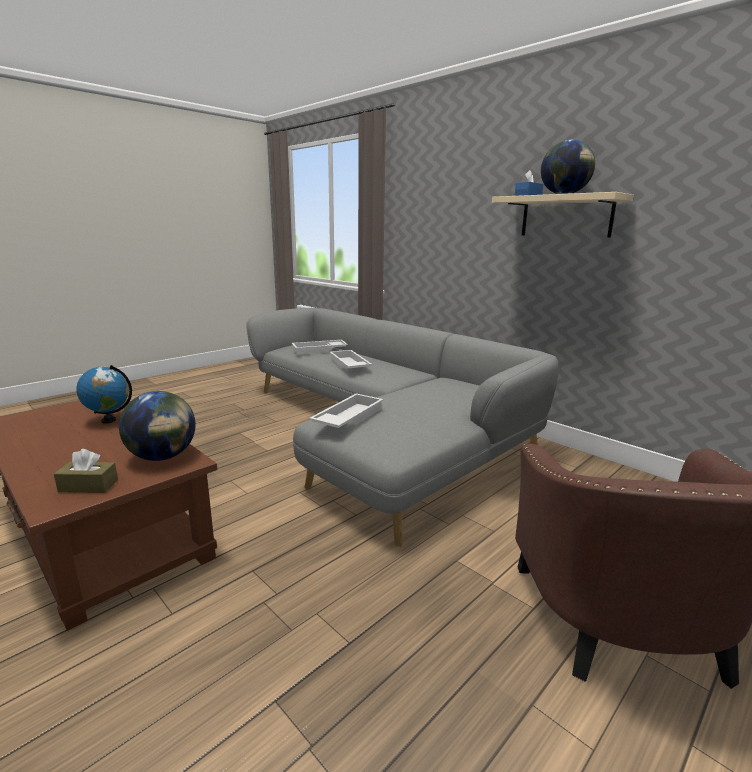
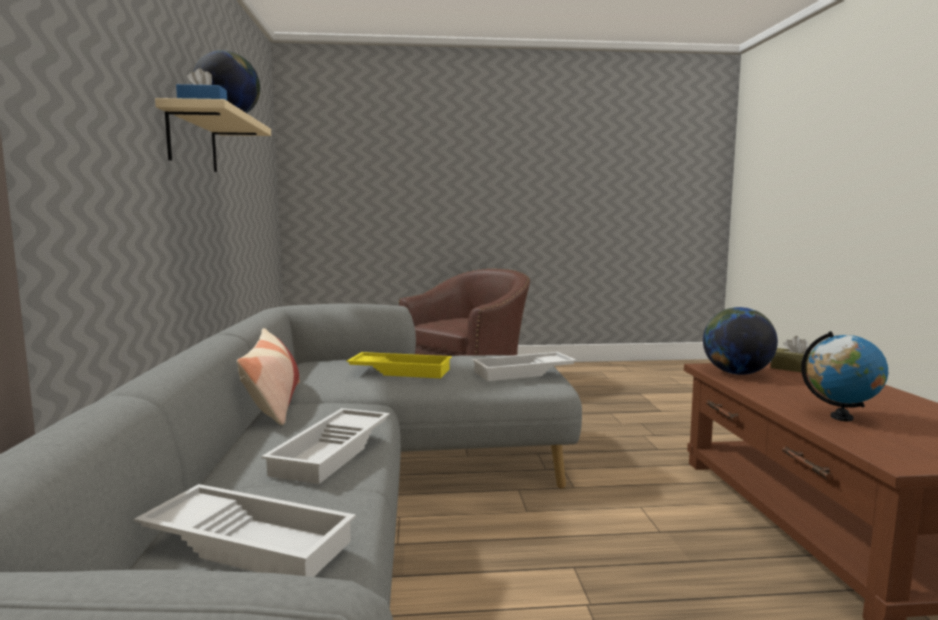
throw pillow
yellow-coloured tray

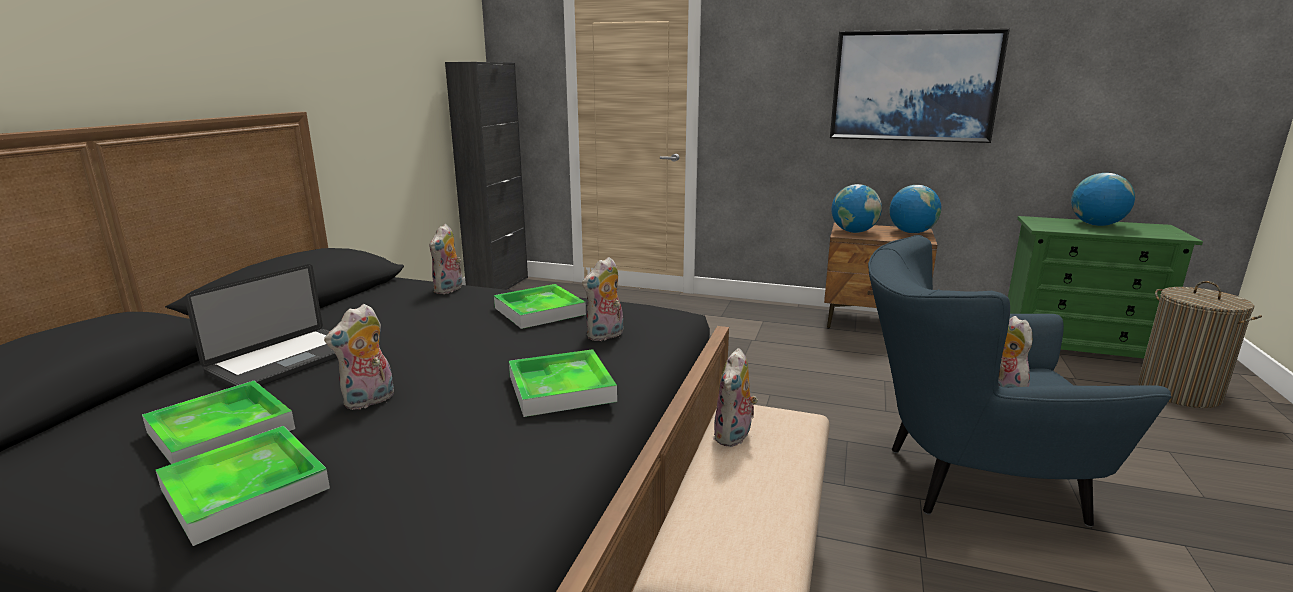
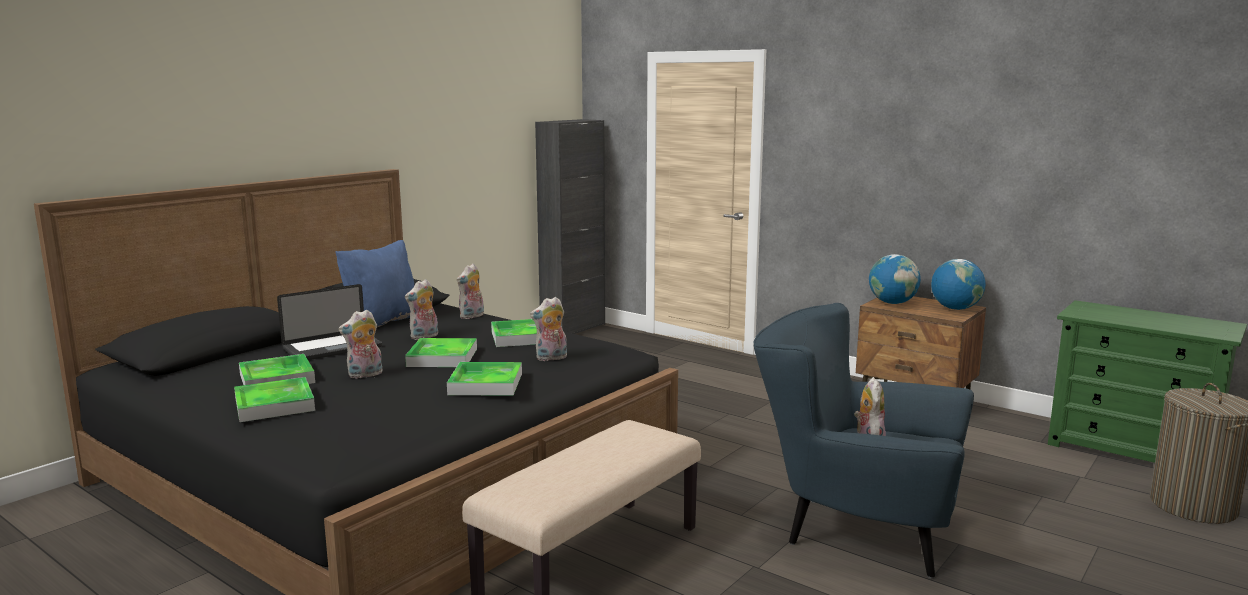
wall picture
desk globe (no. 3 from left in the first image)
bluish throw pillow
tray (no. 3 from left)
soft toy (no. 2 from left)

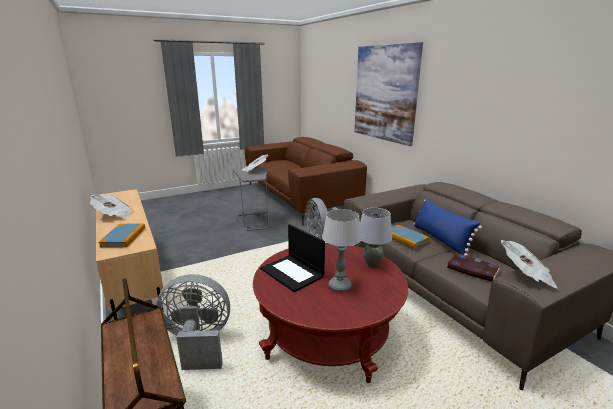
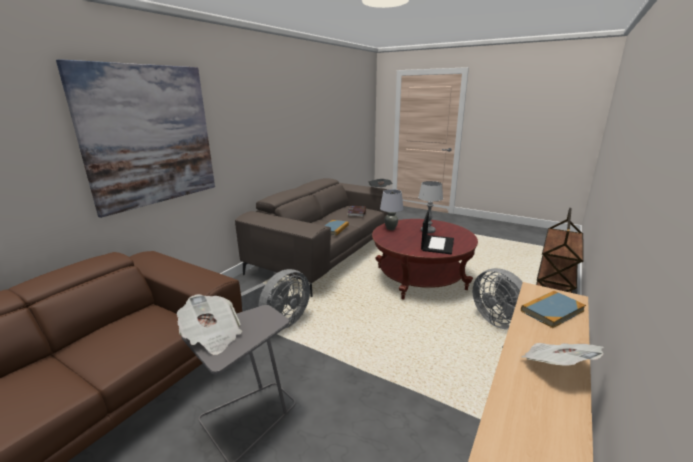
bluish throw pillow

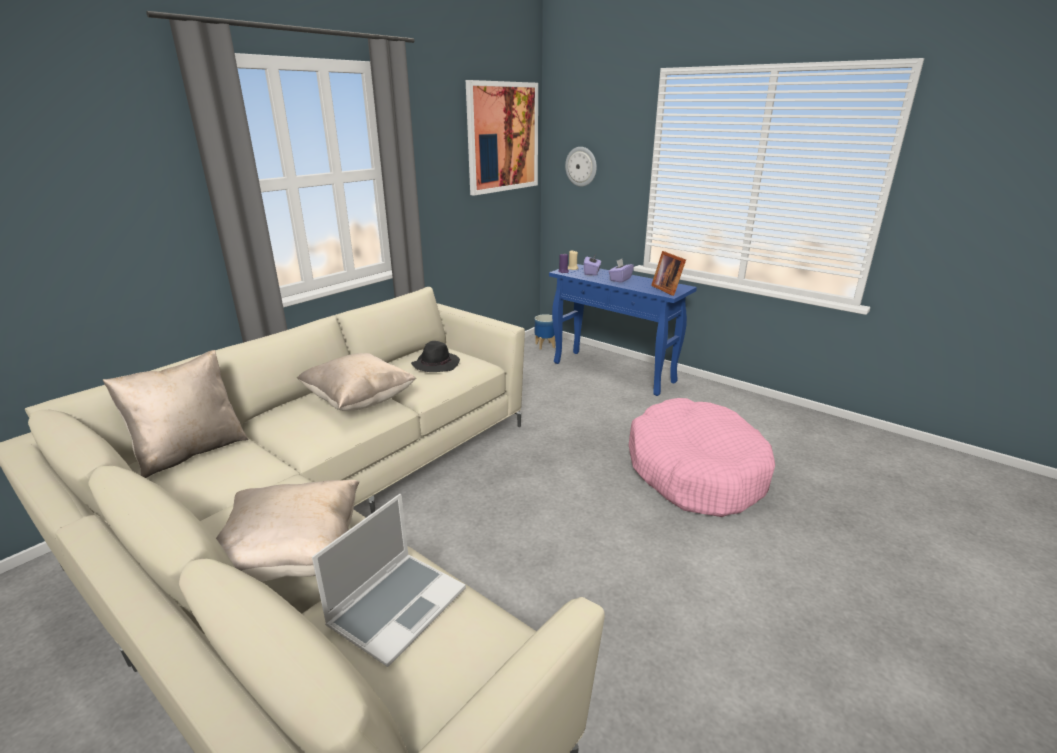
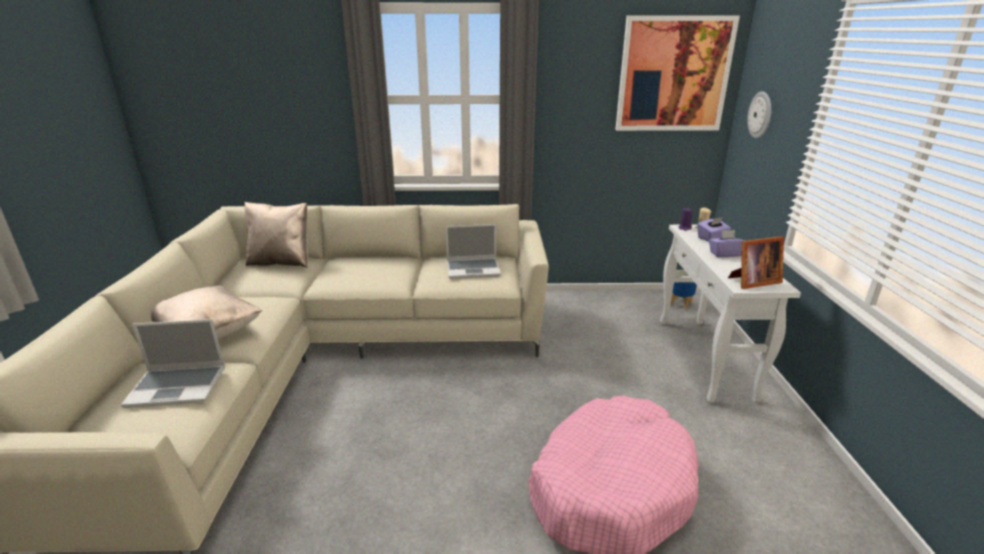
sand-coloured throw pillow (no. 3 from left in the first image)
notebook computer (no. 2 from left)
white-coloured console table
picture frame

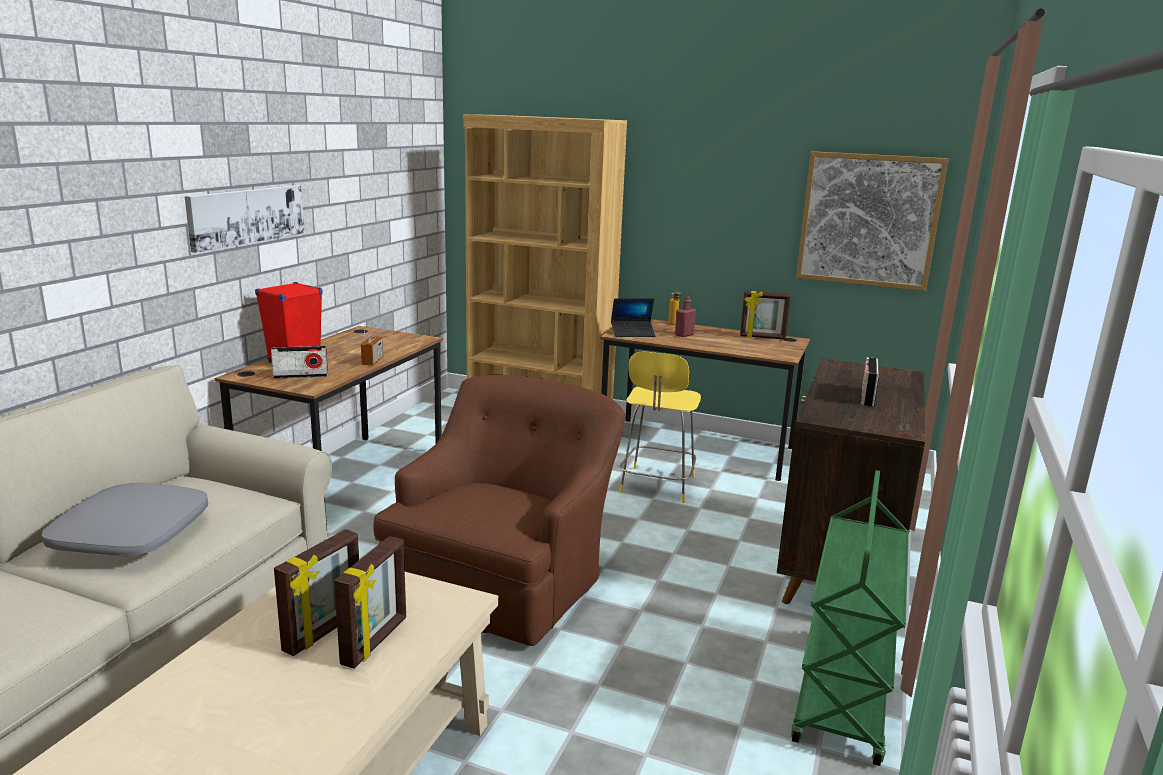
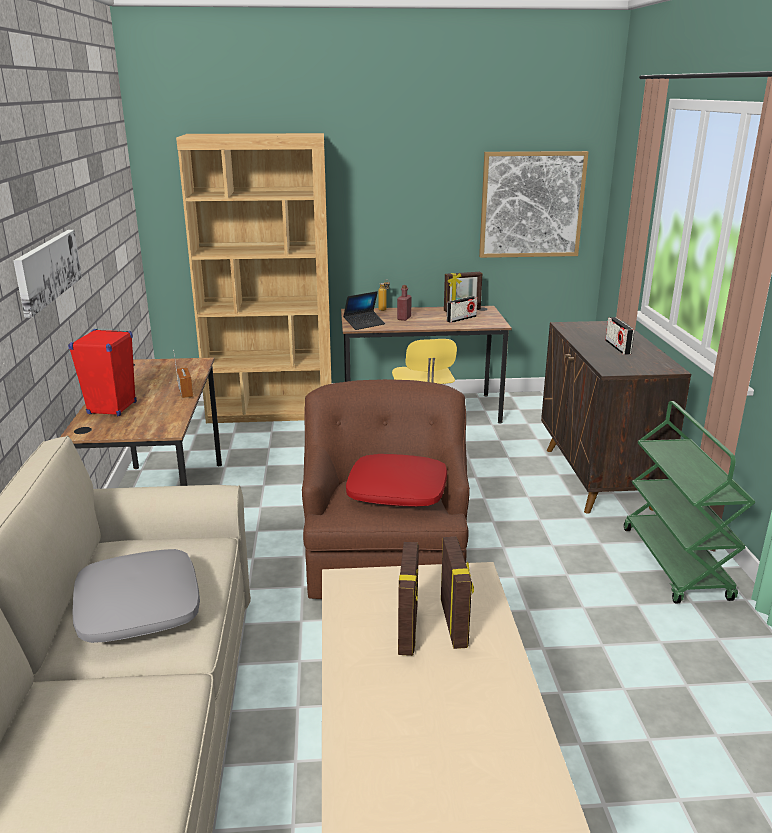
red throw pillow
radio set (no. 2 from left)

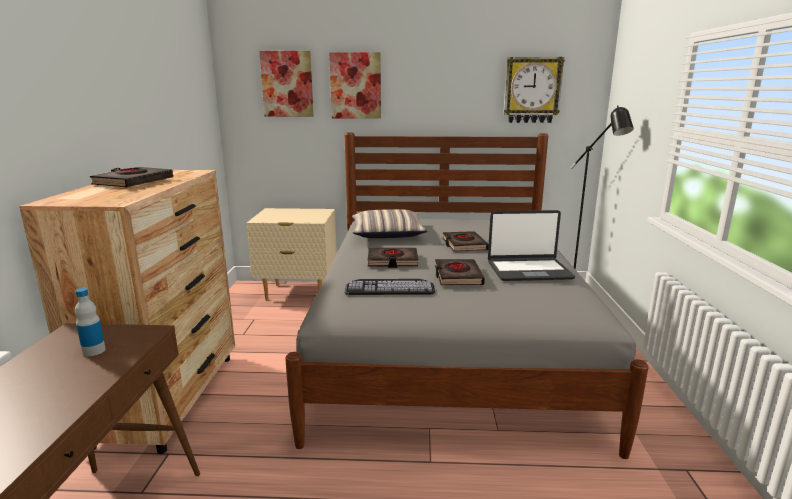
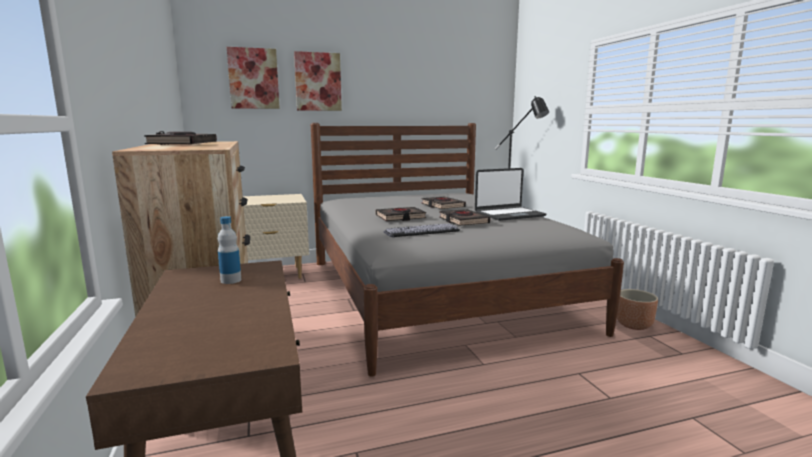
throw pillow
hanging clock
brown flower pot

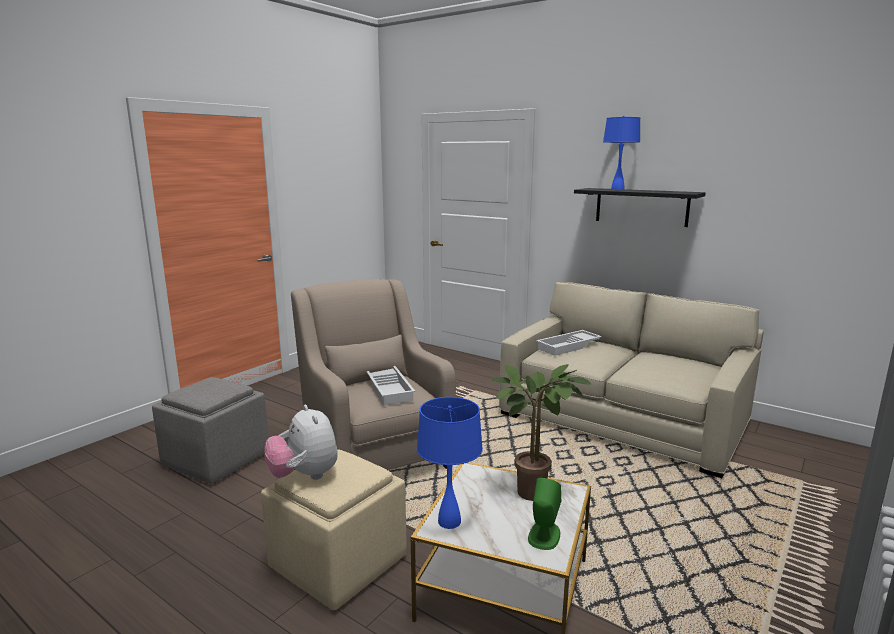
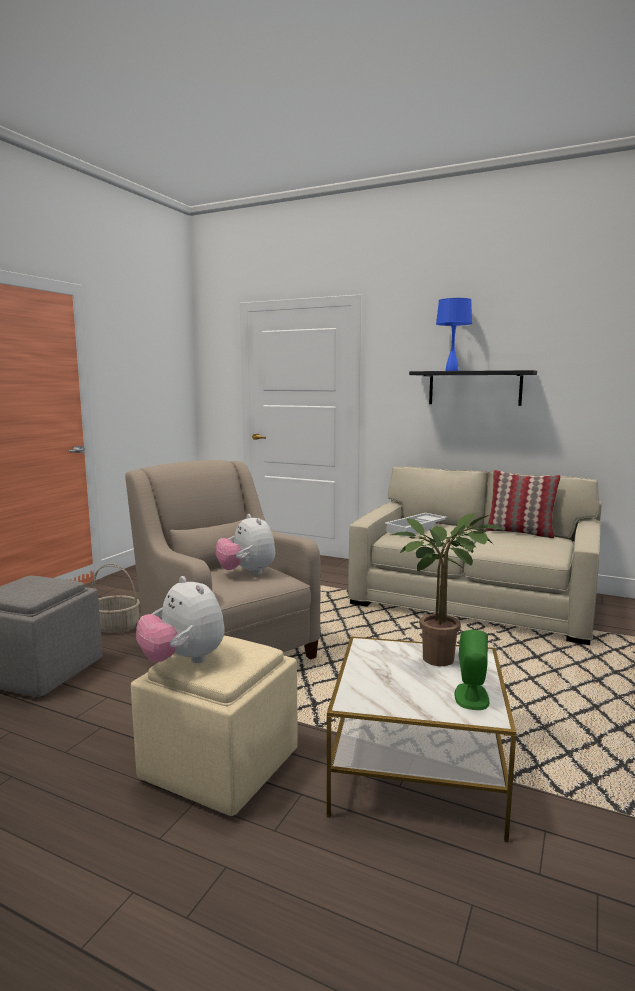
bluish tabletop lamp (no. 1 from left in the first image)
basket
throw pillow
soft toy (no. 2 from left)

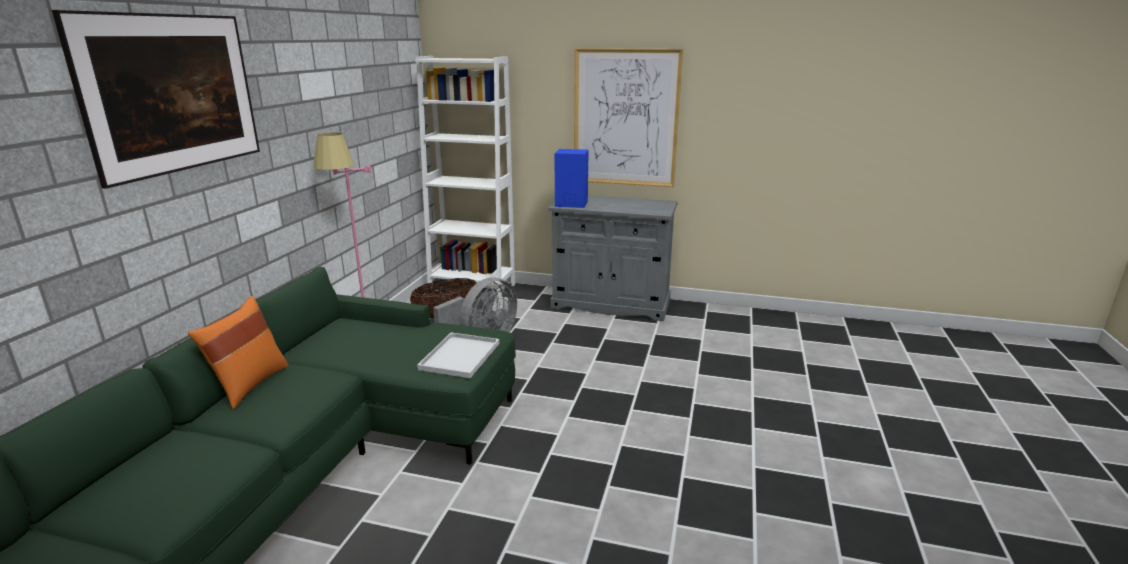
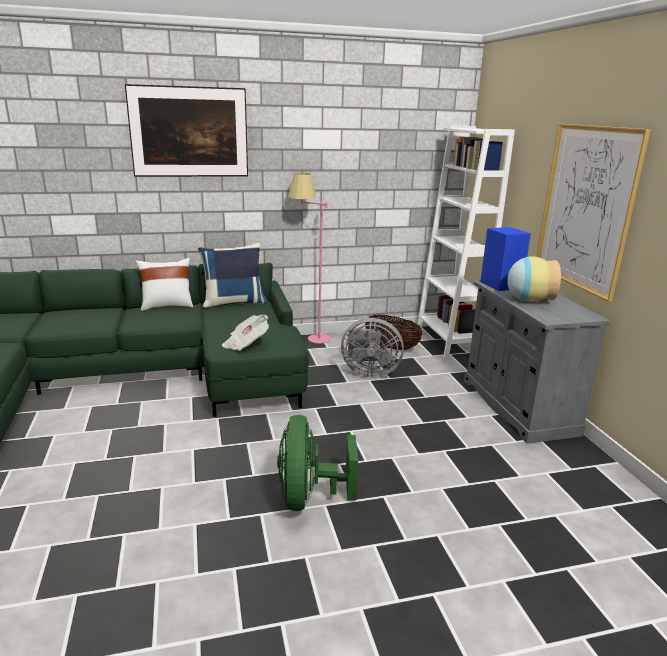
bluish throw pillow
green-coloured electric fan
vase
newspaper
white-coloured throw pillow

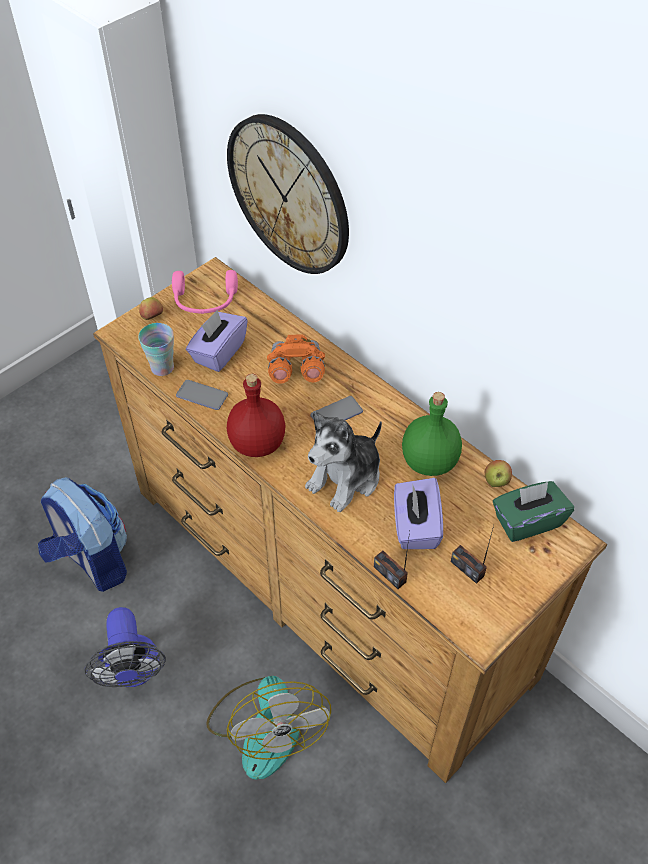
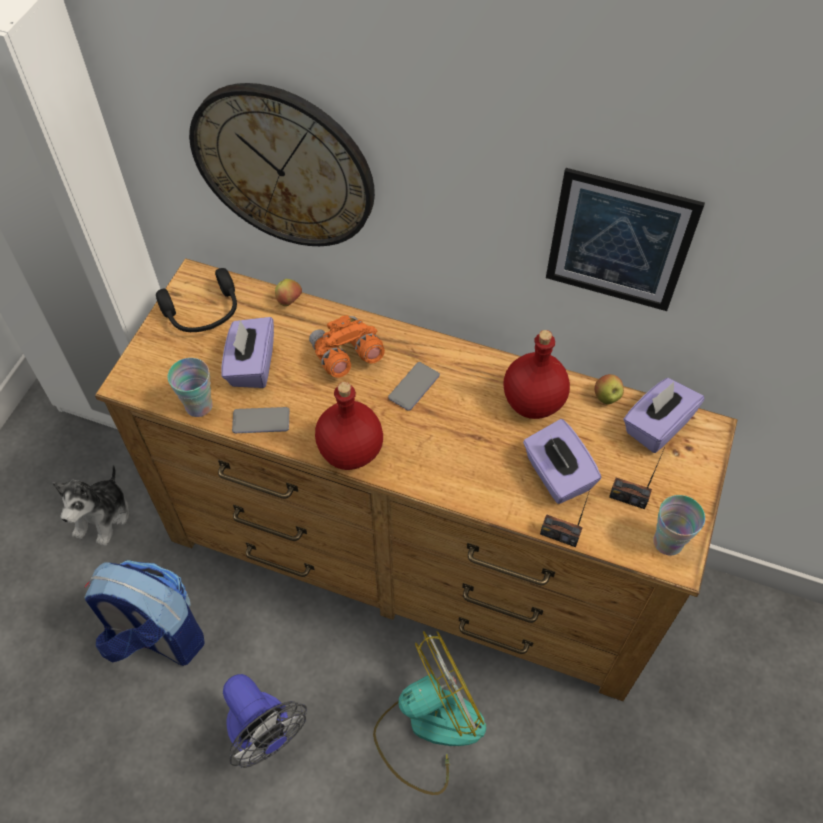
wall picture
drinking cup (no. 2 from left)
apple fruit (no. 1 from left)
soft toy
black headset
red beverage bottle (no. 2 from left)
purple-coloured tissue box (no. 3 from left)
electric fan (no. 2 from left)

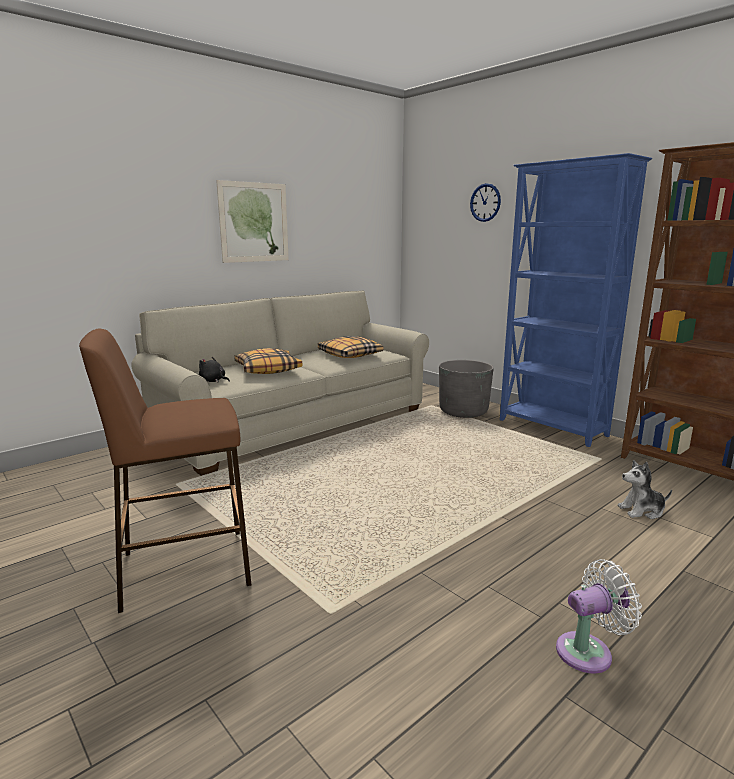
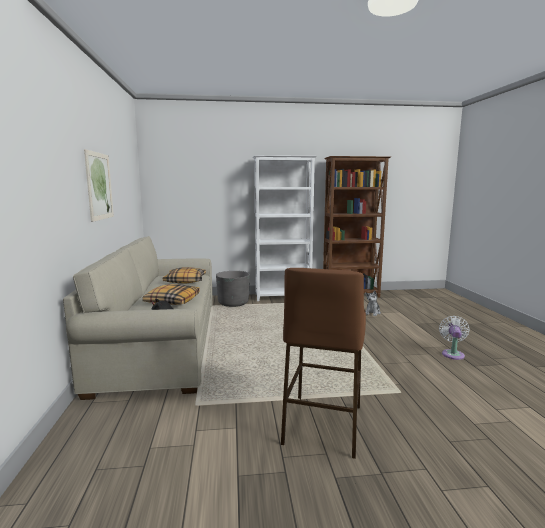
hanging clock
white-coloured shelving unit

